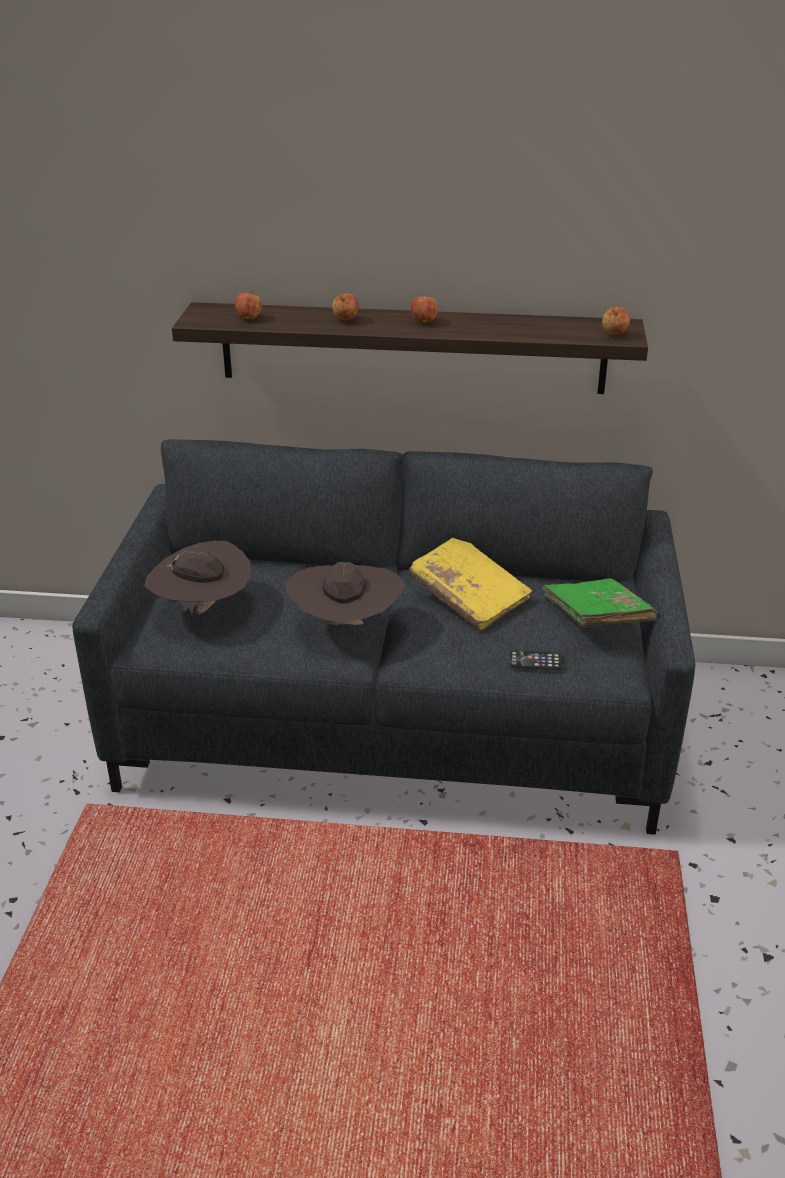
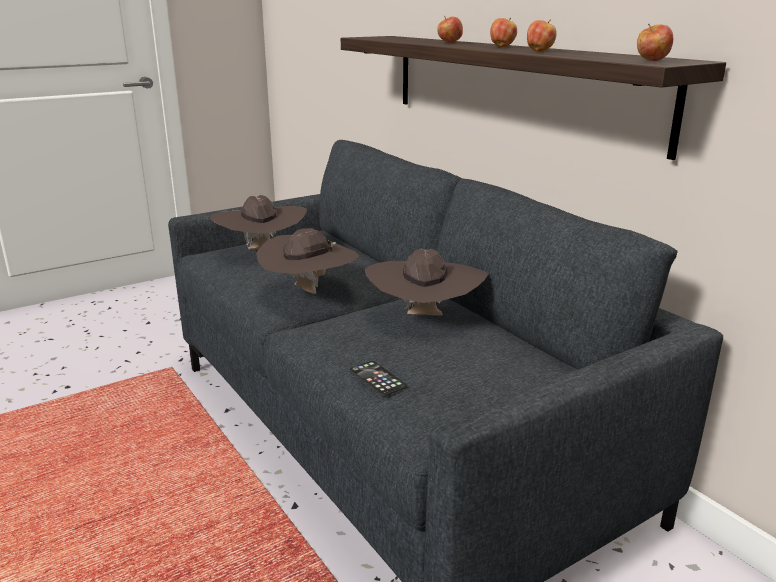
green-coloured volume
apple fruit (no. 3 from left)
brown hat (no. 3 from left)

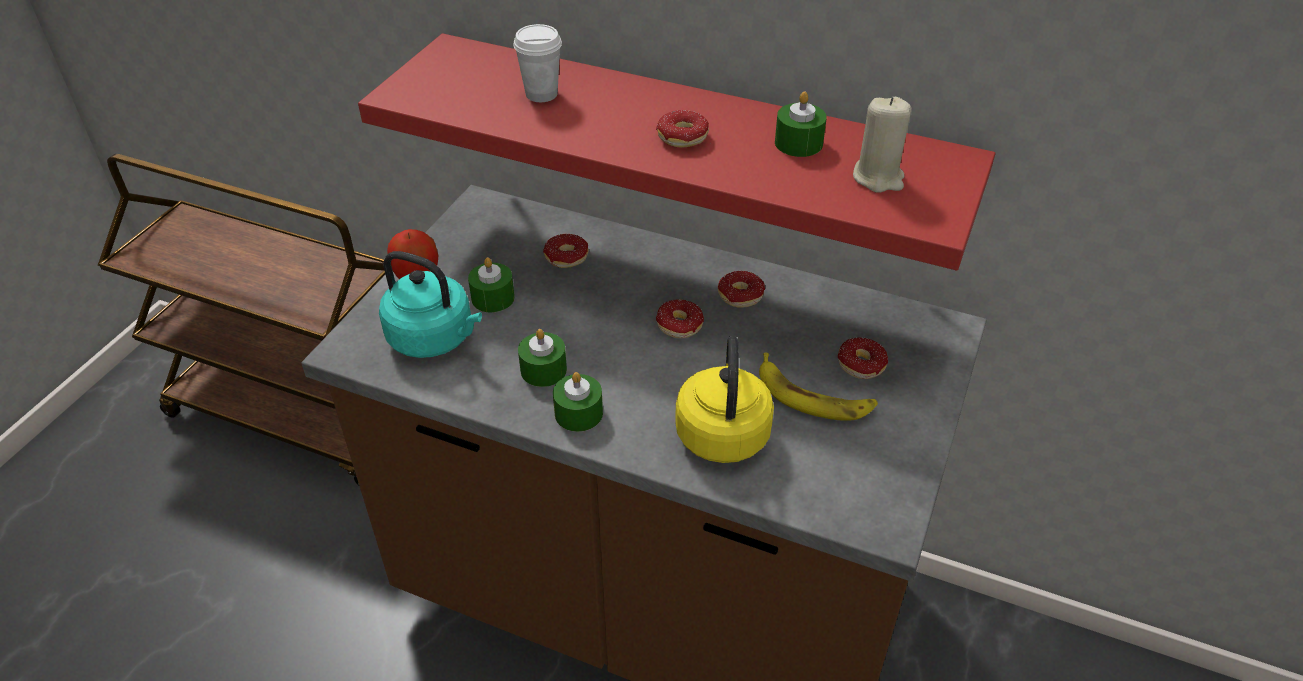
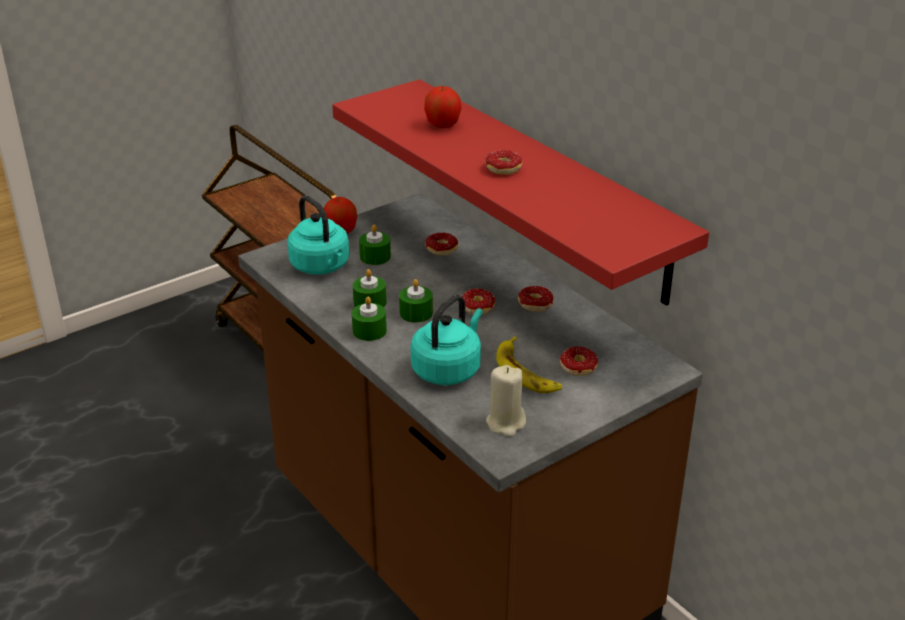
green-coloured wax light (no. 4 from left)
sand-coloured wax light
apple fruit (no. 2 from left)
turquoise-coloured tea kettle (no. 2 from left)

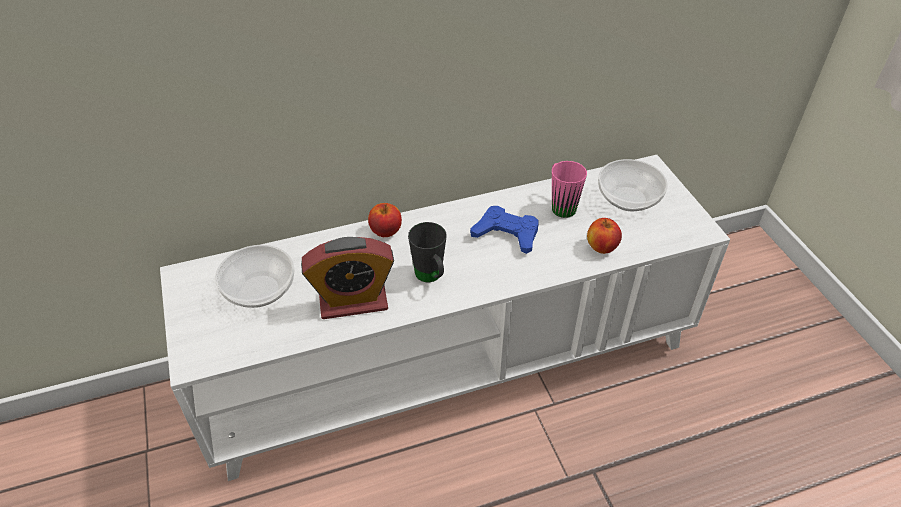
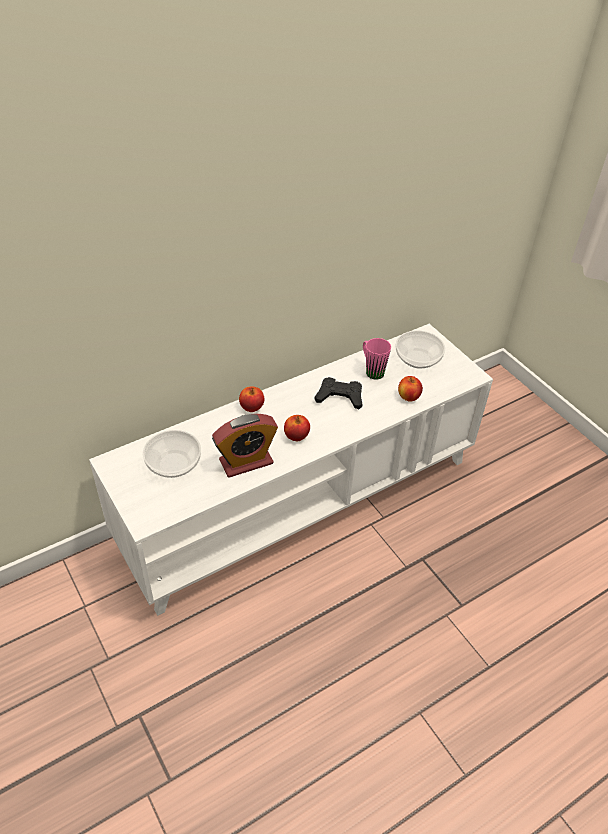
apple fruit (no. 2 from left)
black game controller

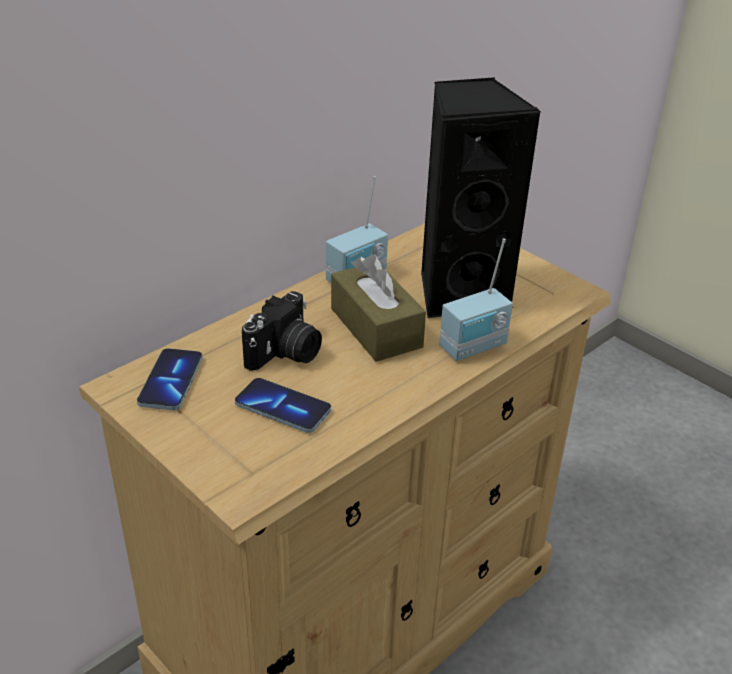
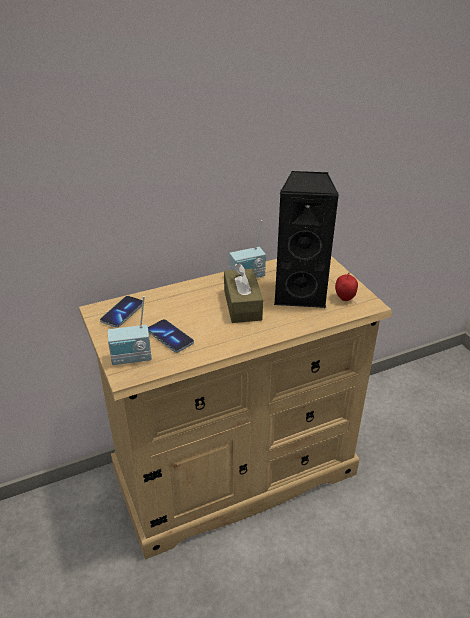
photo camera
apple fruit
radio set (no. 1 from left)

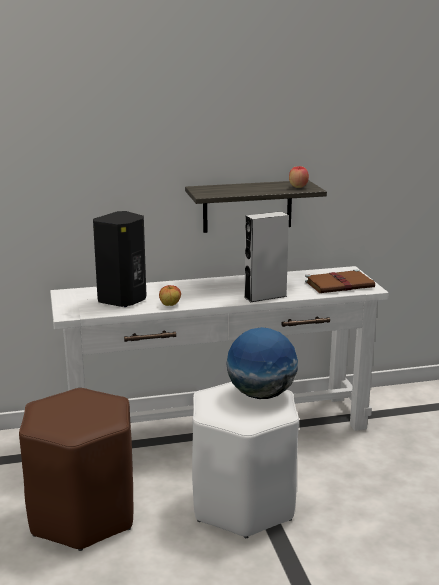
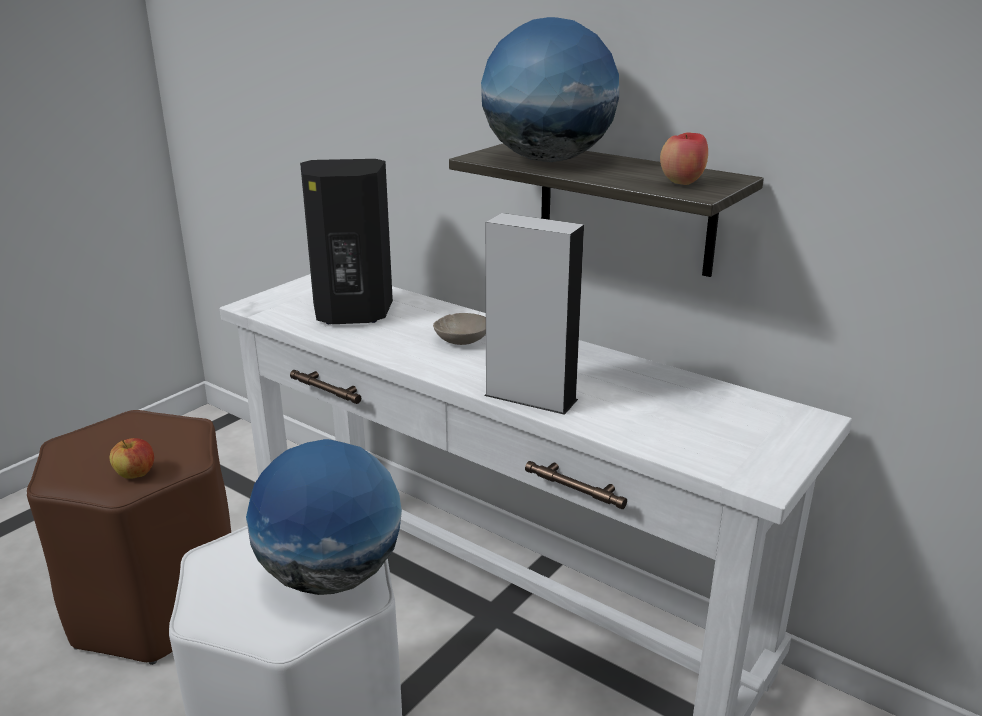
brown volume
sand-coloured bowl
desk globe (no. 2 from left)
apple fruit (no. 1 from left)

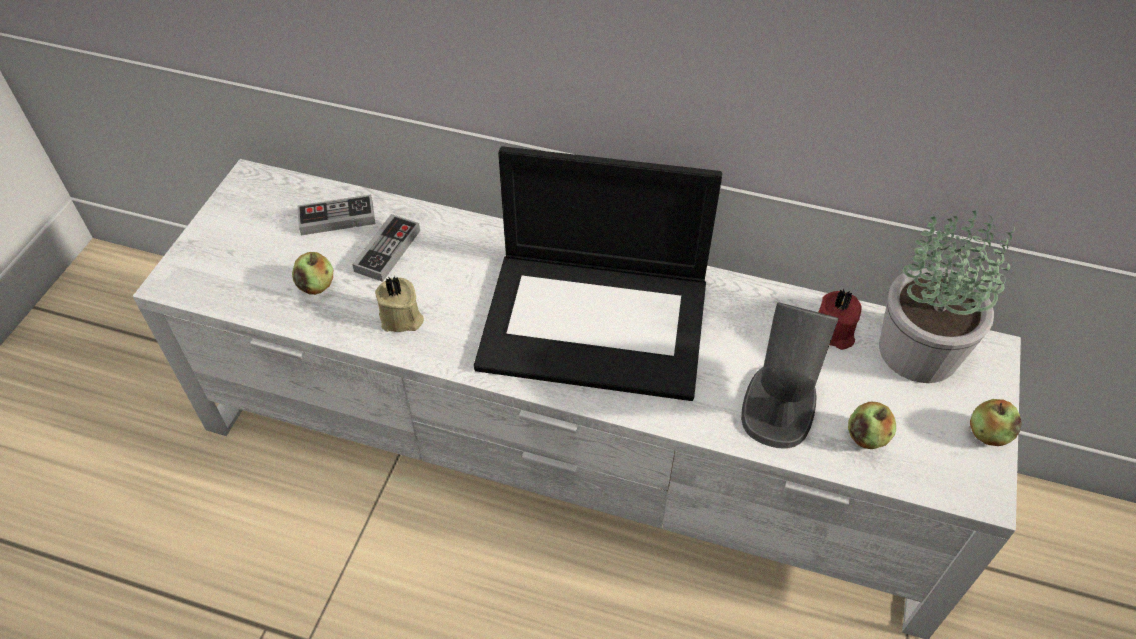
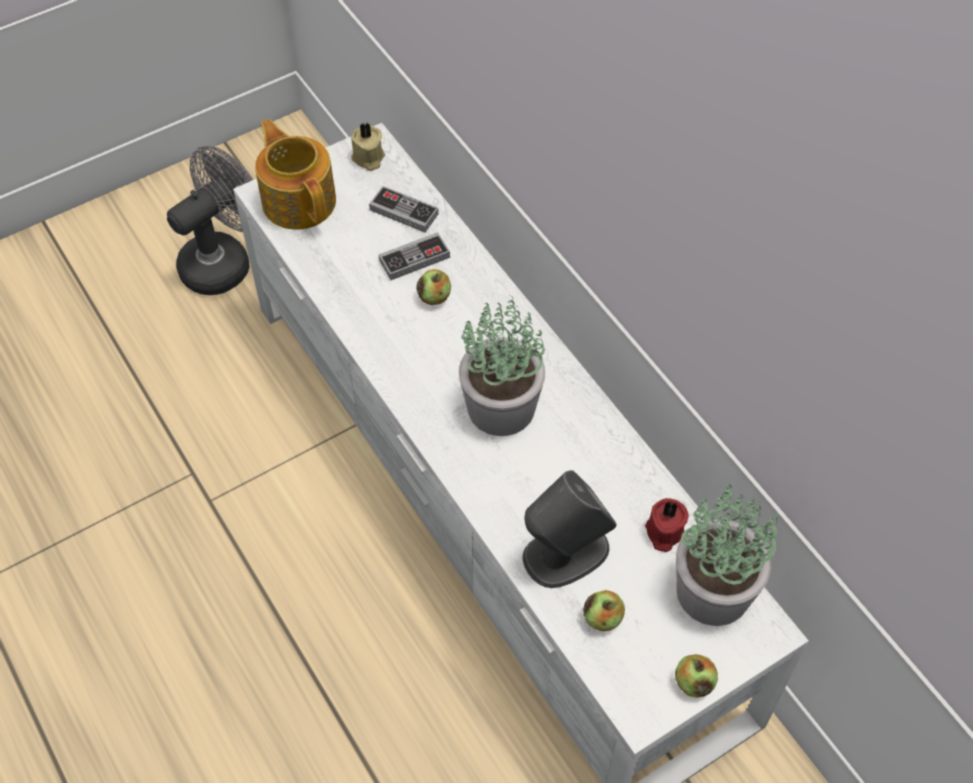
grey electric fan
teapot
apple fruit (no. 1 from left)
sand-coloured wax light
potted plant (no. 1 from left)

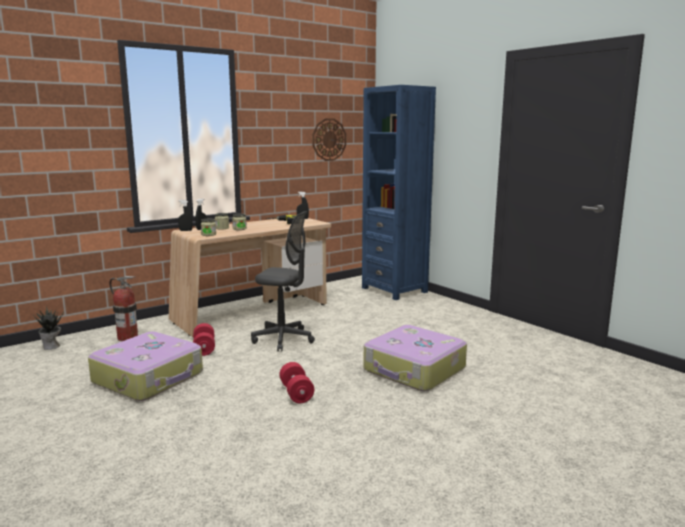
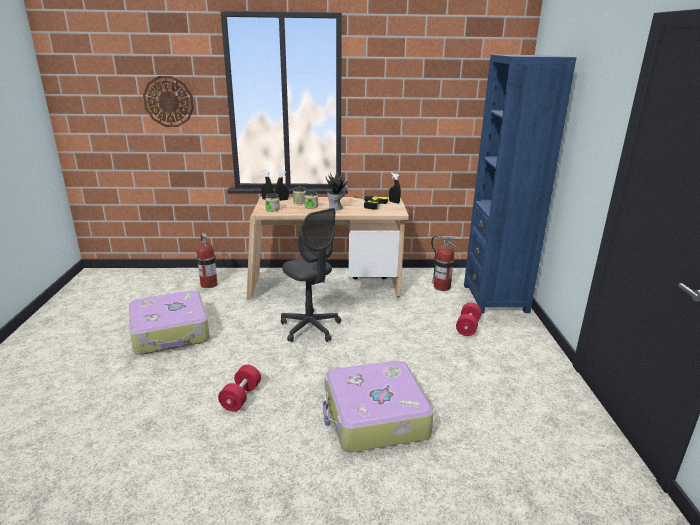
extinguisher (no. 2 from left)
potted plant
red free weight (no. 2 from left)
hanging clock

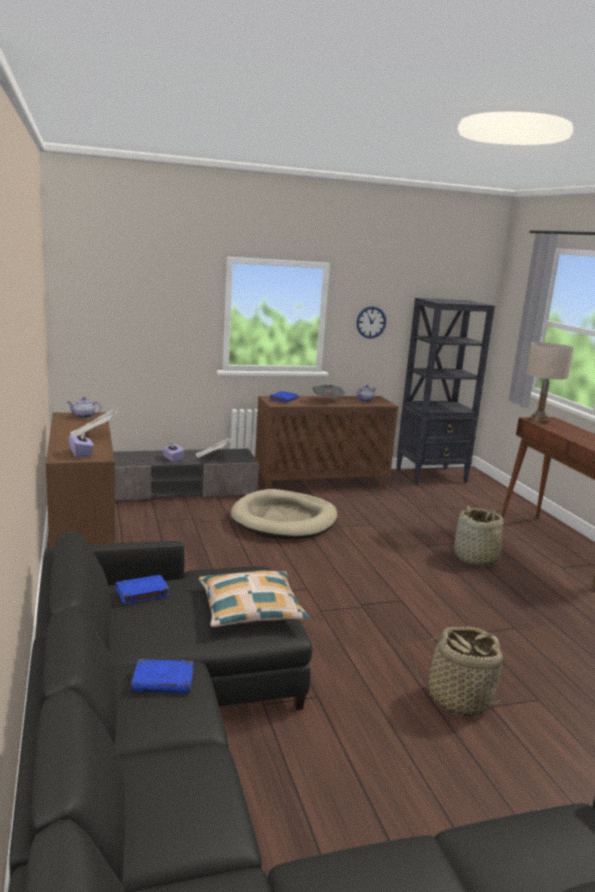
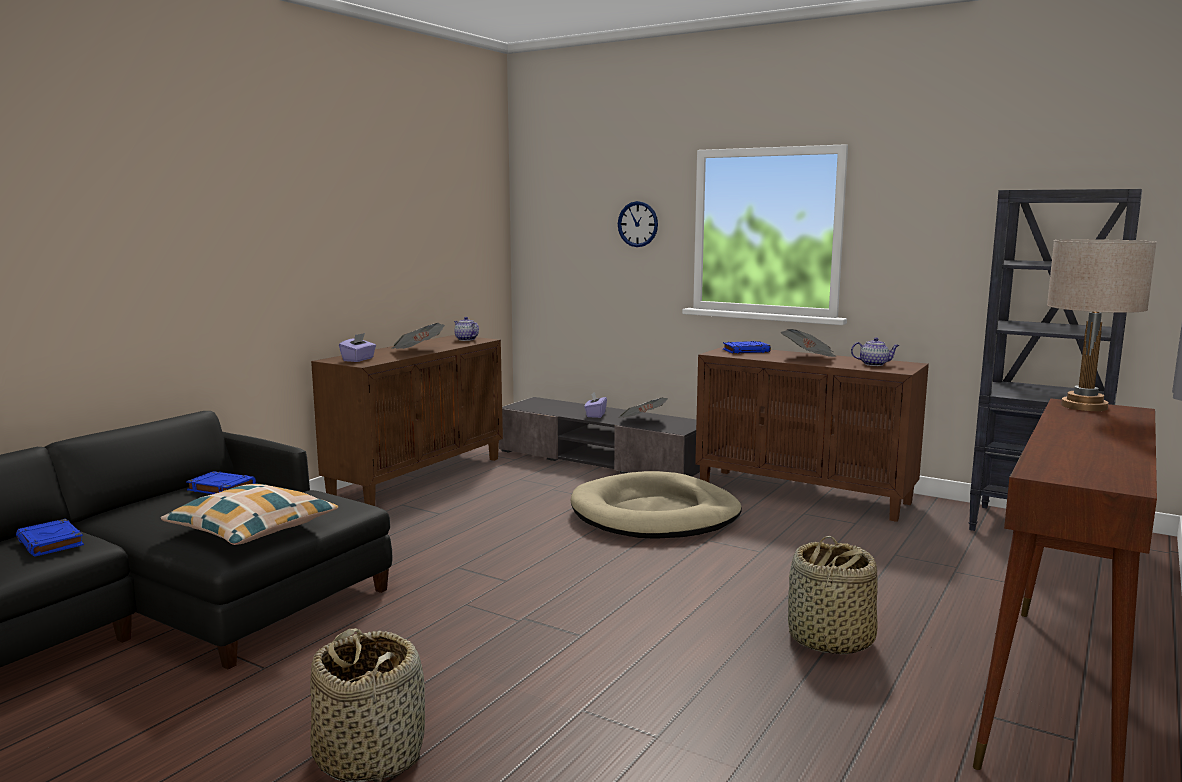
hanging clock

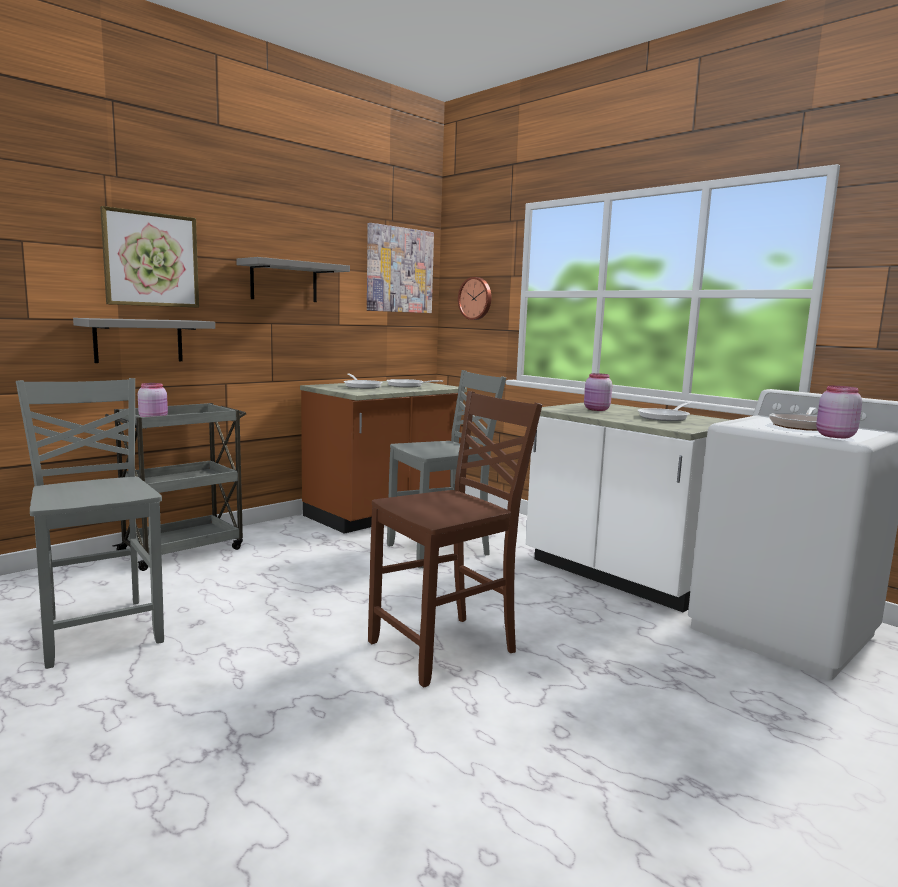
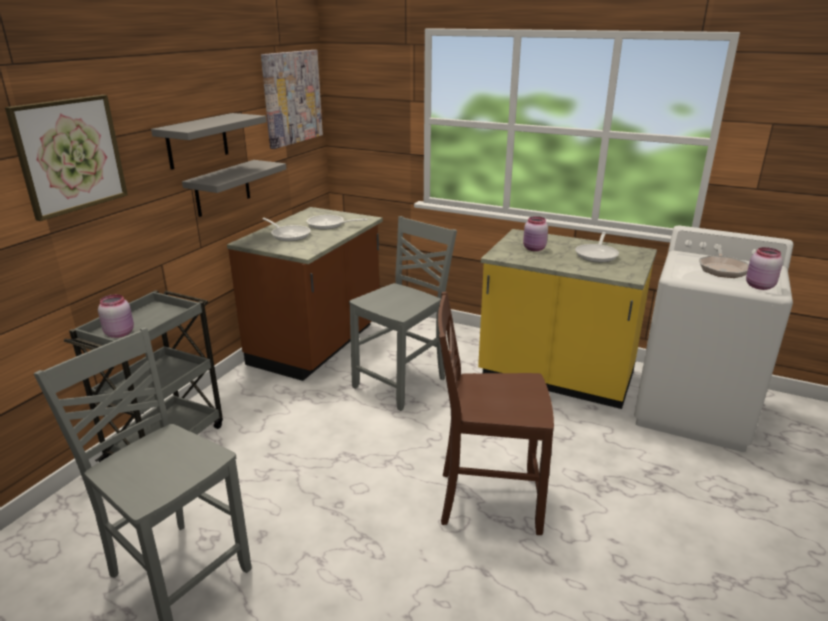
hanging clock
grey shelf (no. 2 from left)
yellow-coloured counter
brown upright chair

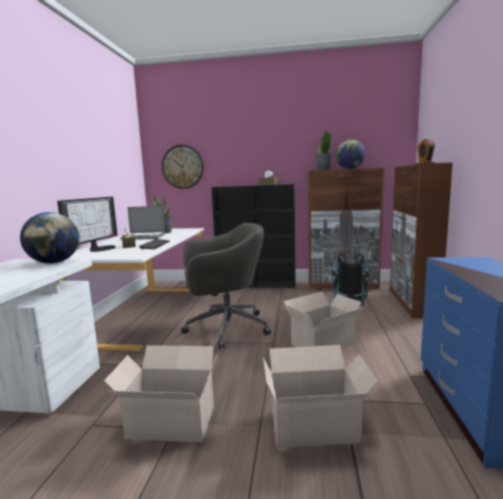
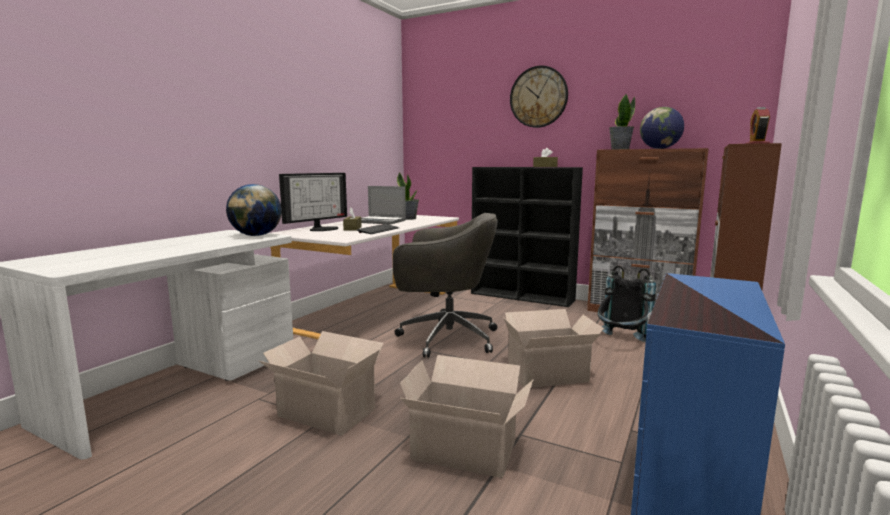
hanging clock

